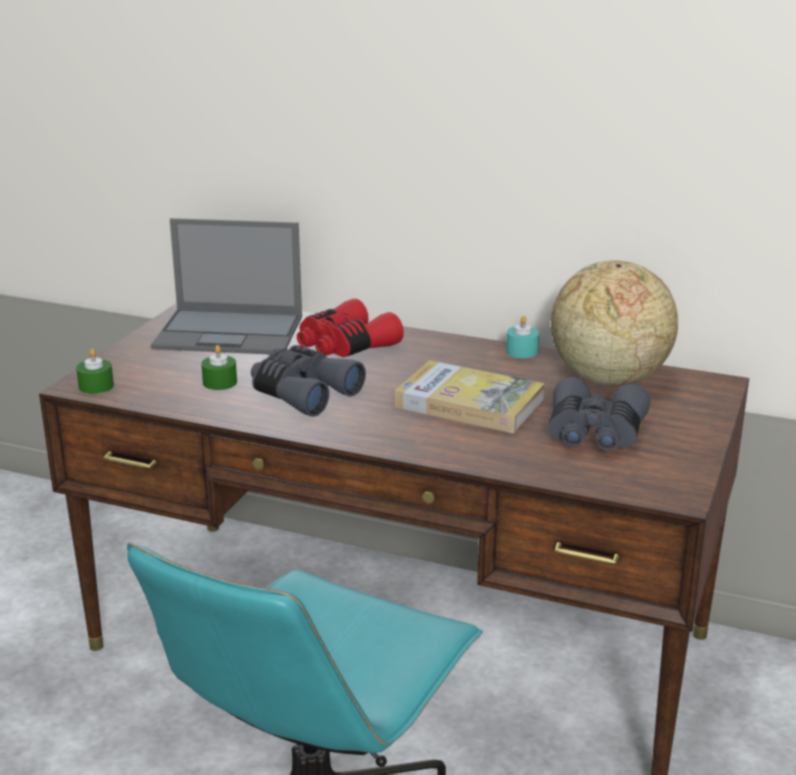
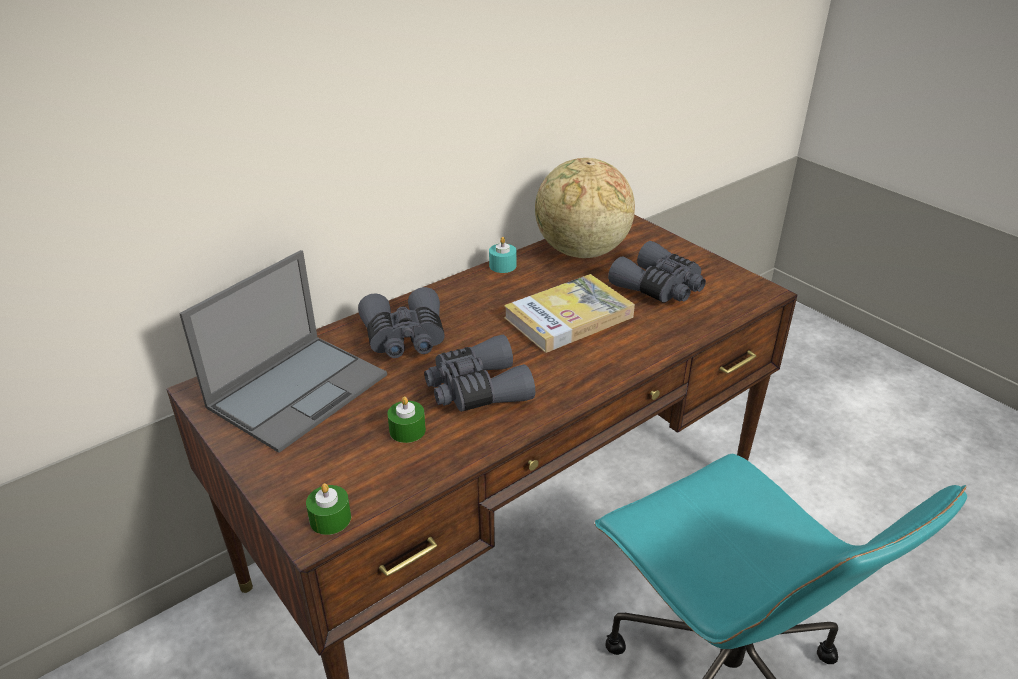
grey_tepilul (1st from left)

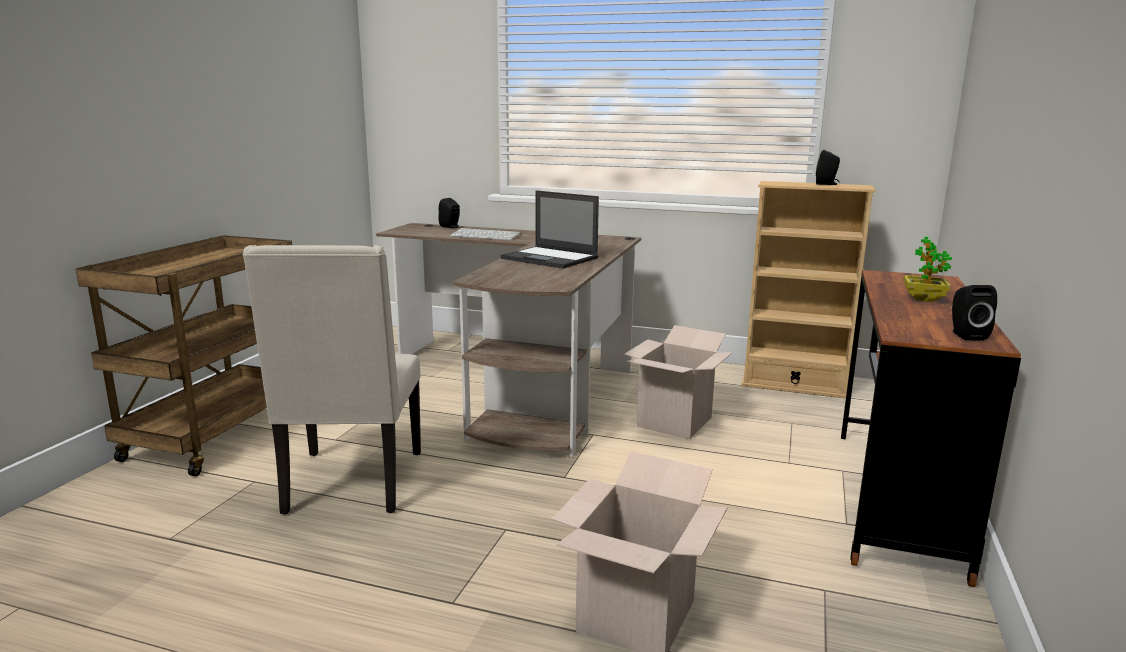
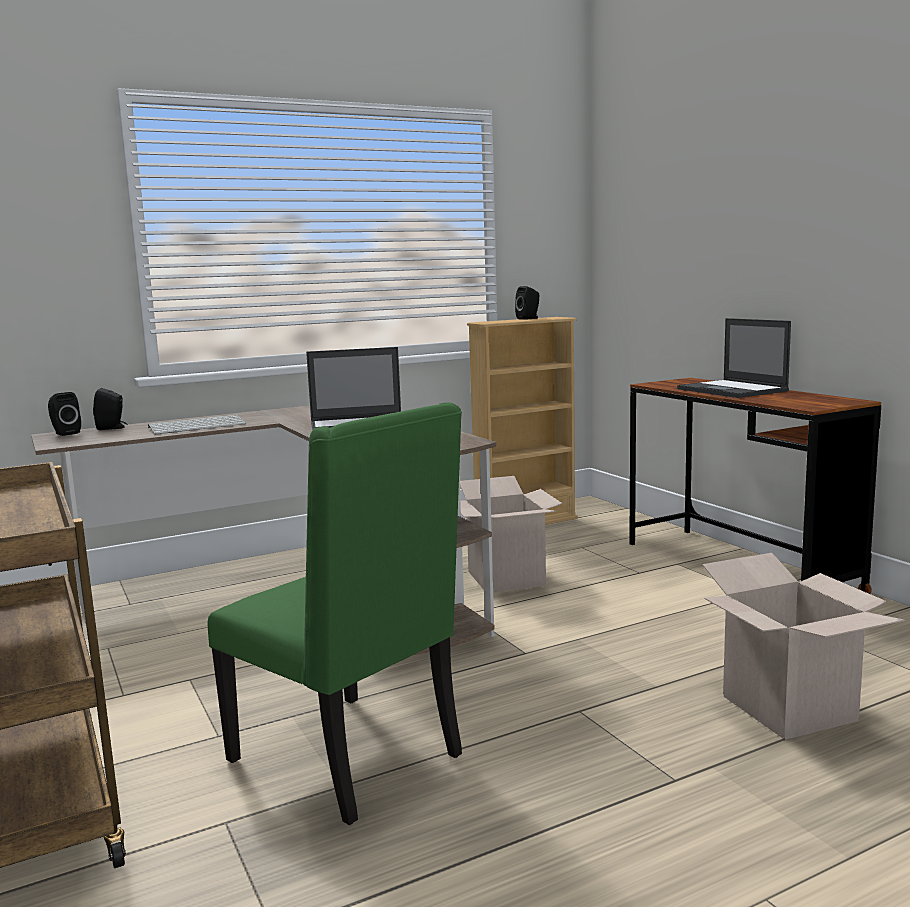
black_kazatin (1st from left); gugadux (2nd from left); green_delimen

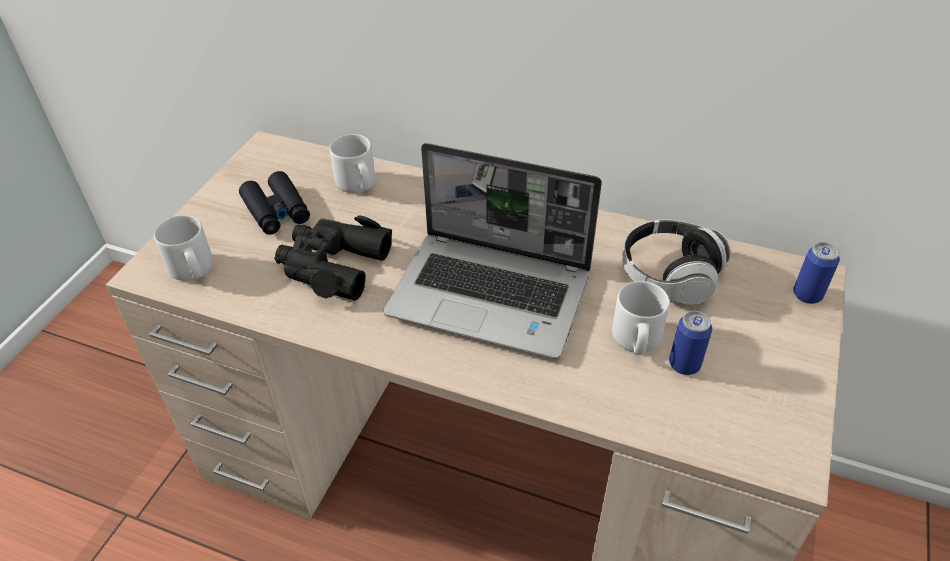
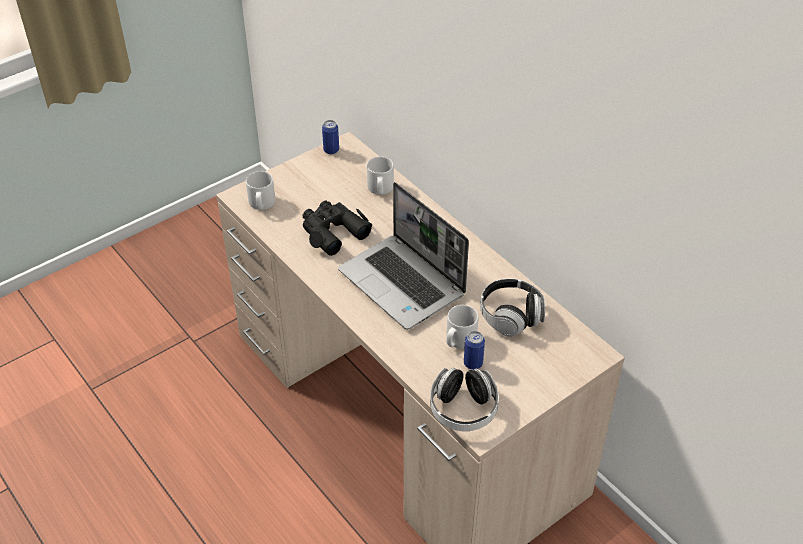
black_tepilul (1st from left in the first image); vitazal (1st from left); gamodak (1st from left)

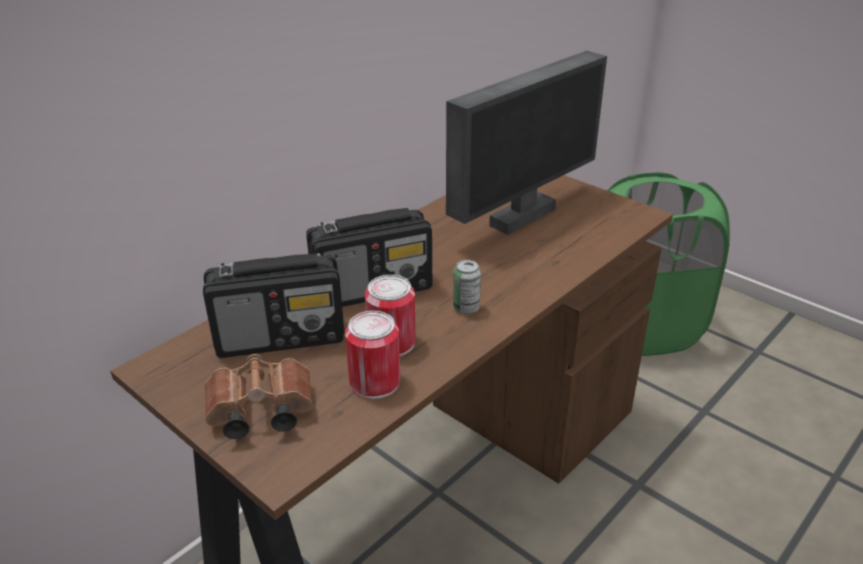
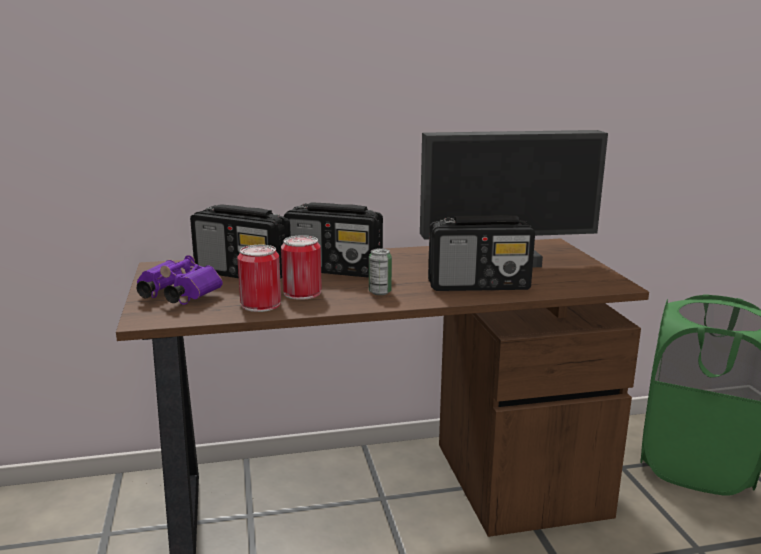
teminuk (3rd from left); purple_tepilul

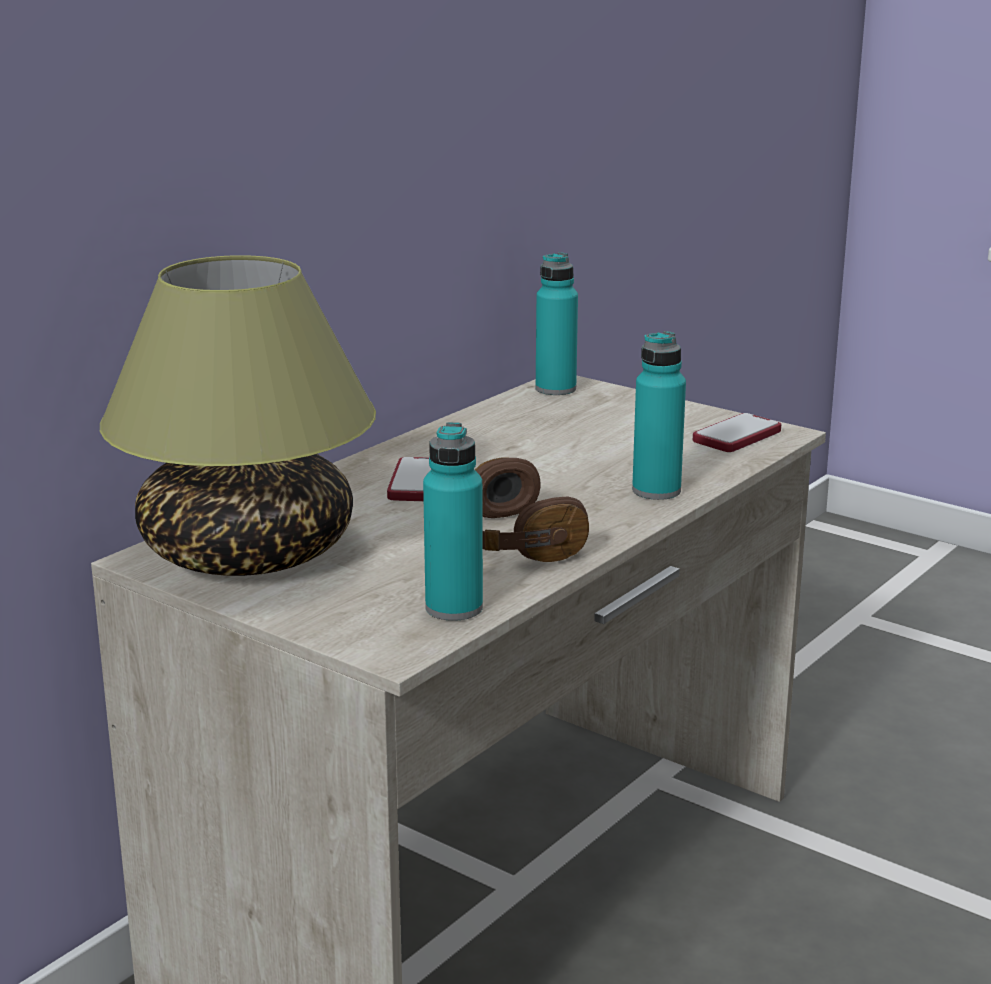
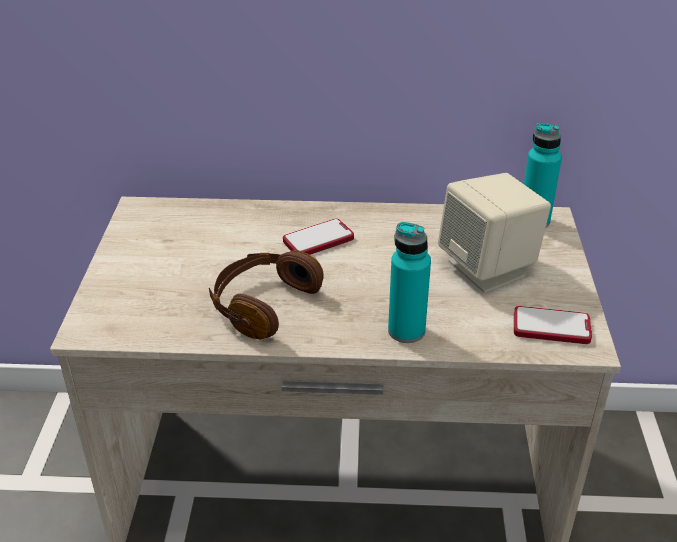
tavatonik; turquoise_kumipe (1st from left in the first image); beige_kazatin

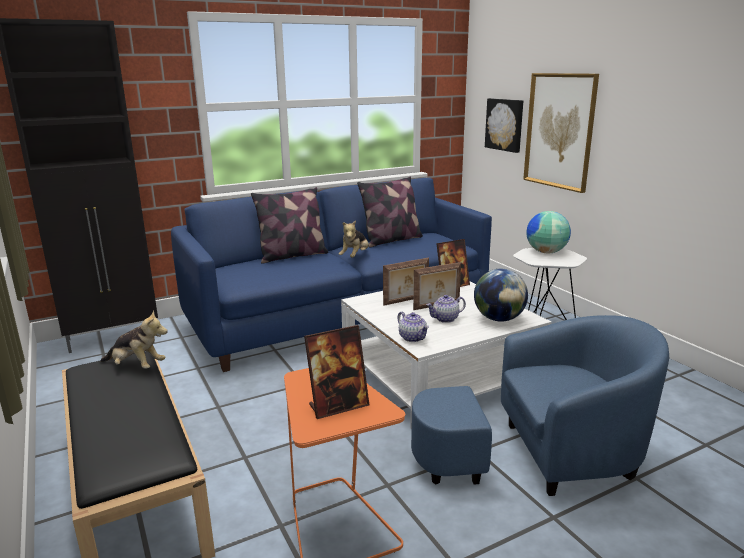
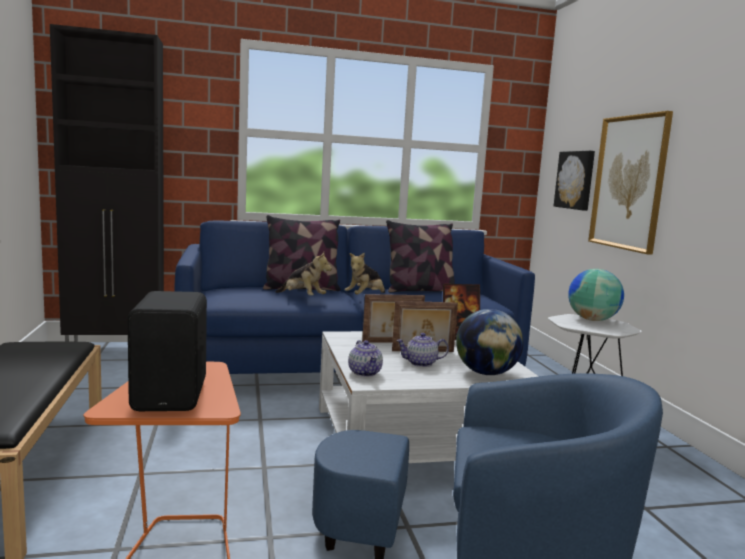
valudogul (1st from left); black_kazatin

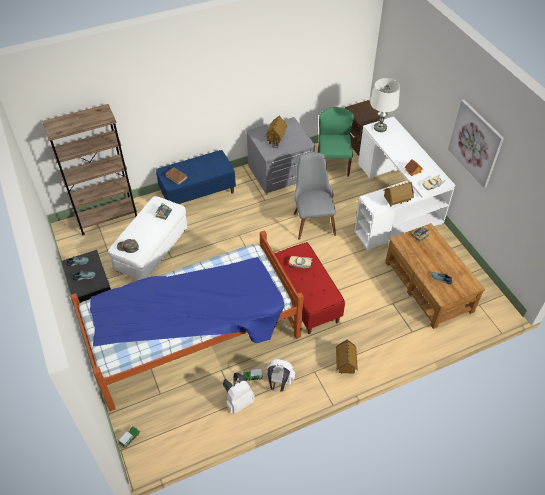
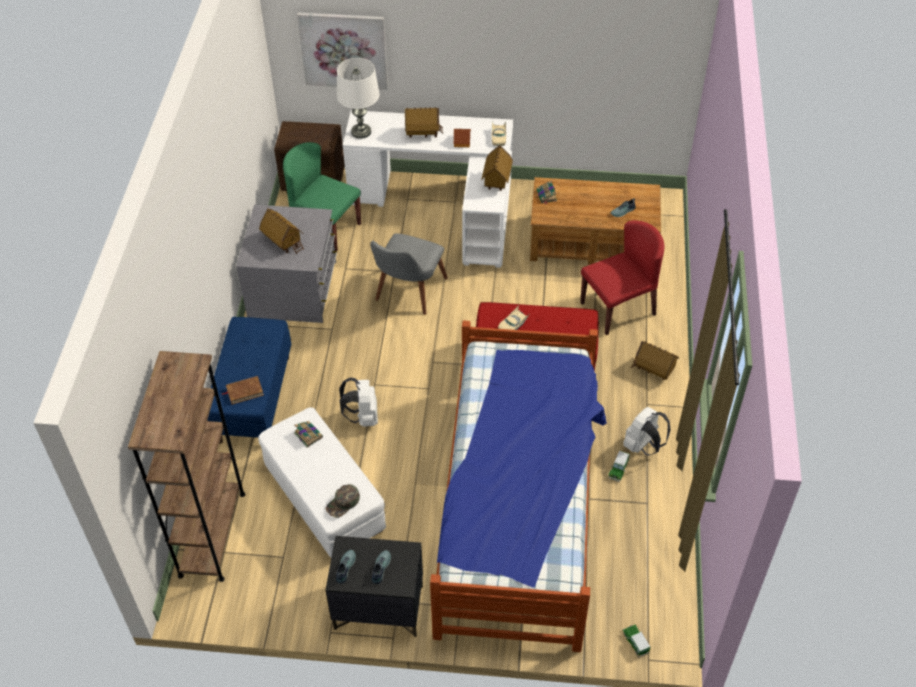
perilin (2nd from left); red_delimen; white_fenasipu (1st from left); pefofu; grey_delimen

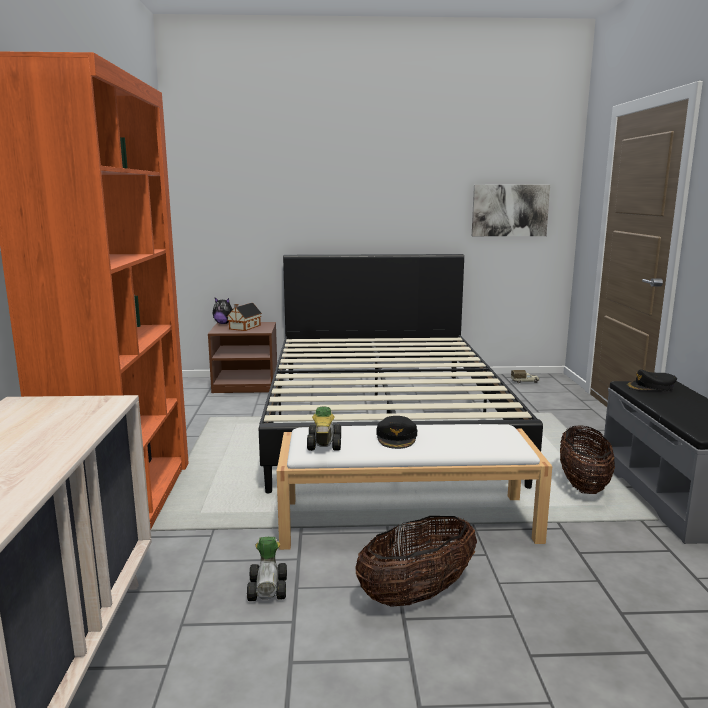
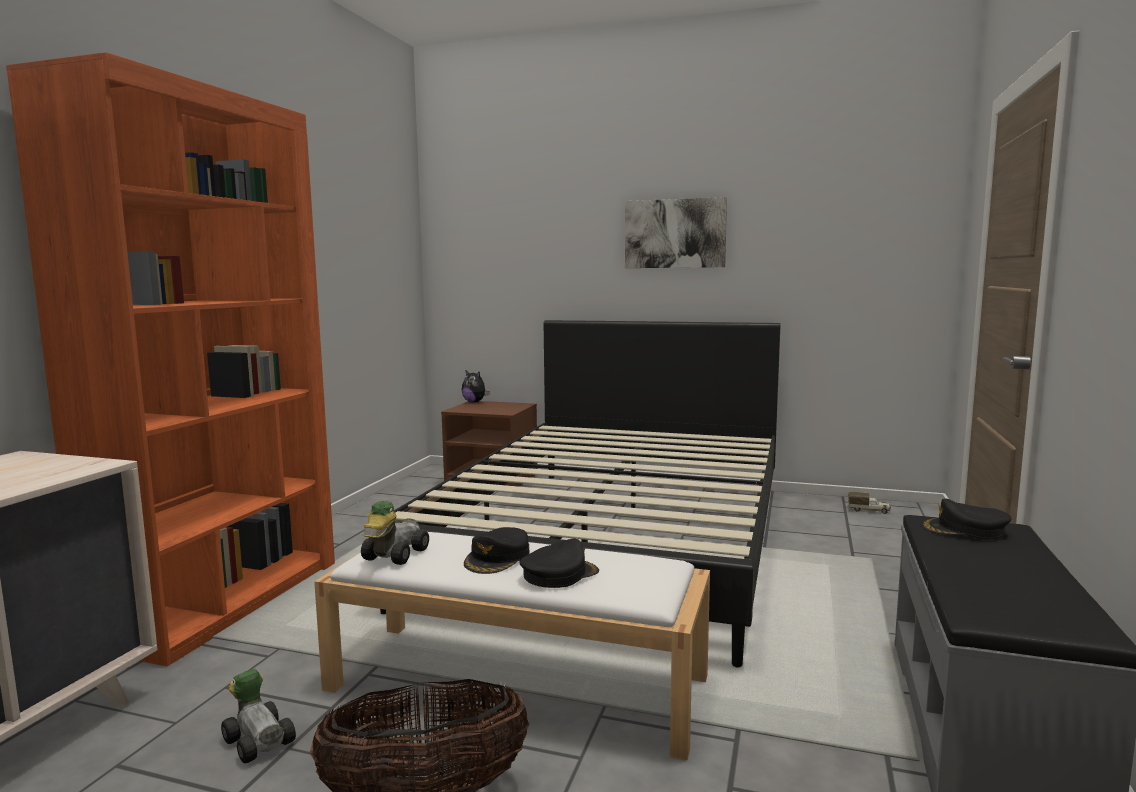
perilin; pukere (2nd from left in the first image); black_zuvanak (2nd from left); pefofu; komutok (1st from left)

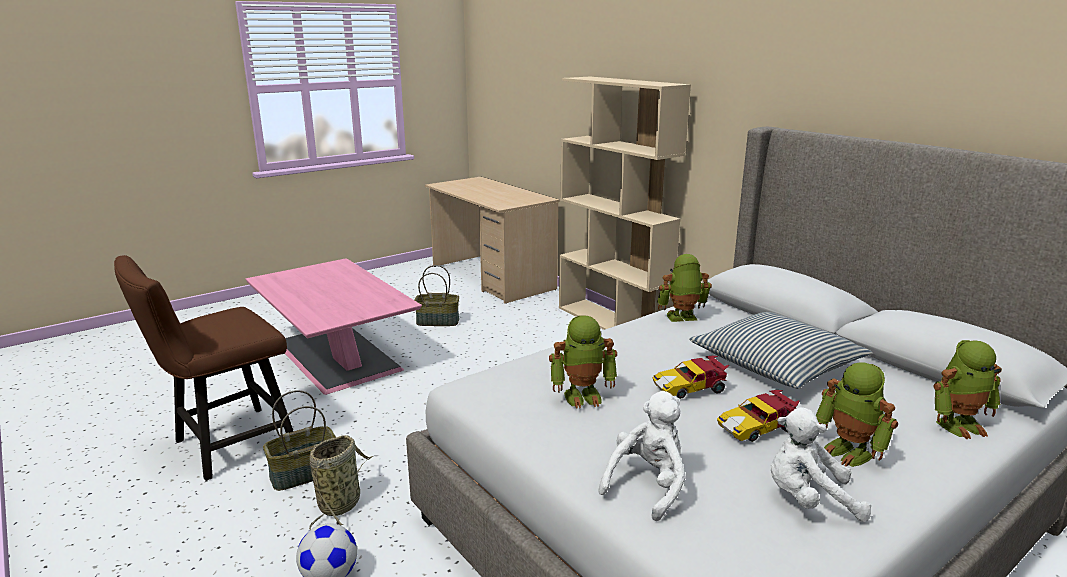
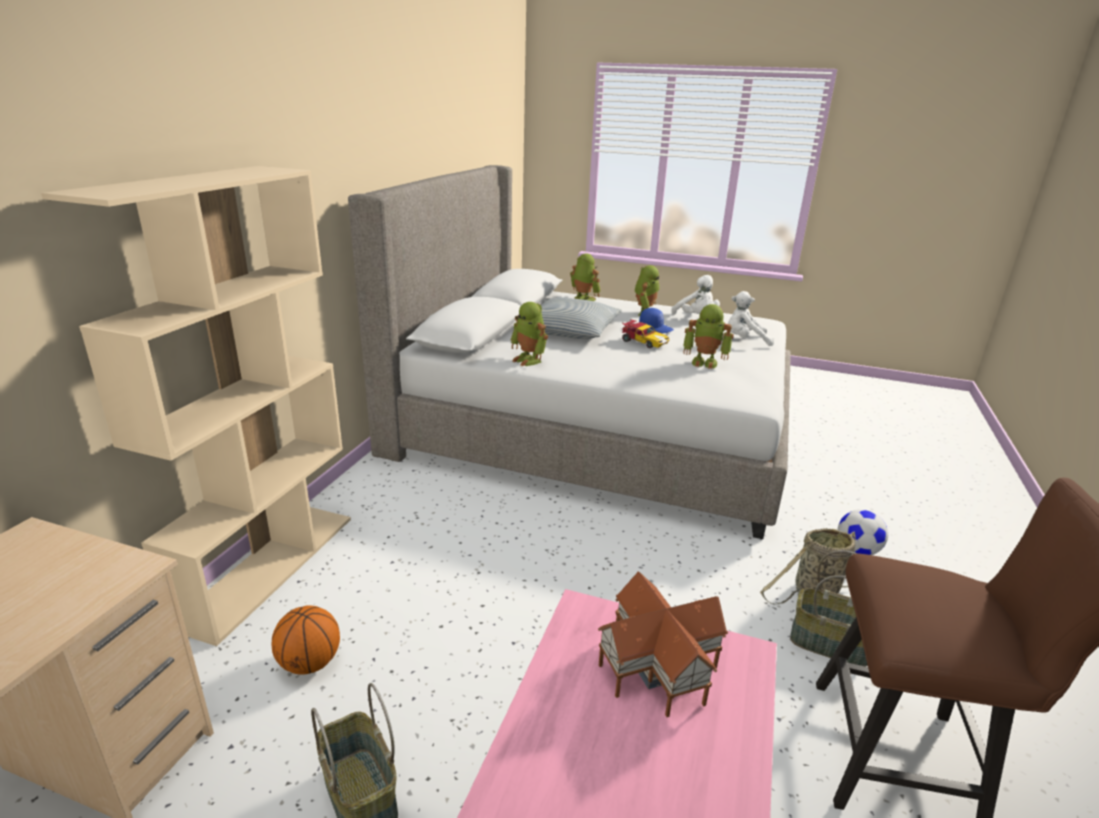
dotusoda; perilin; blue_zuvanak; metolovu (4th from left)

